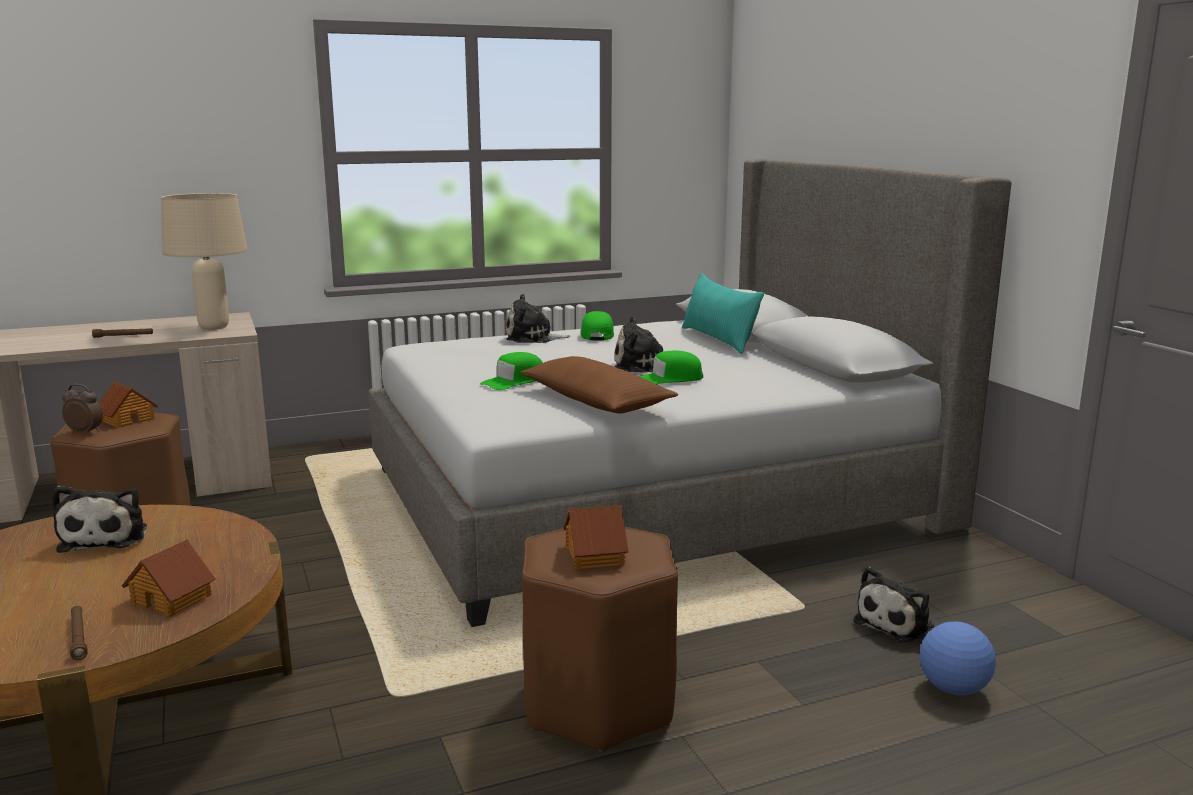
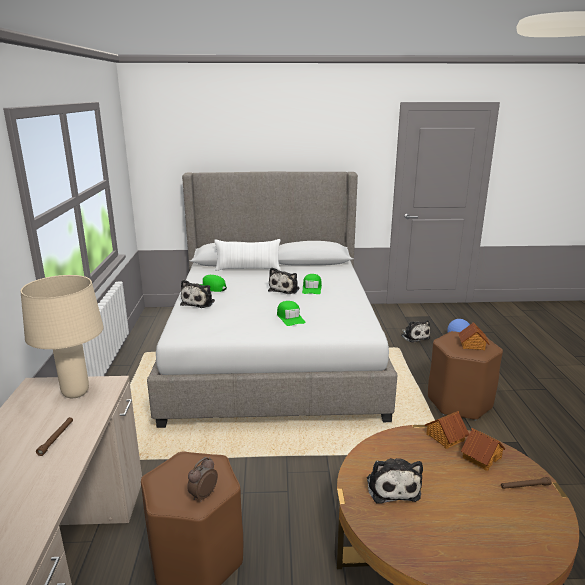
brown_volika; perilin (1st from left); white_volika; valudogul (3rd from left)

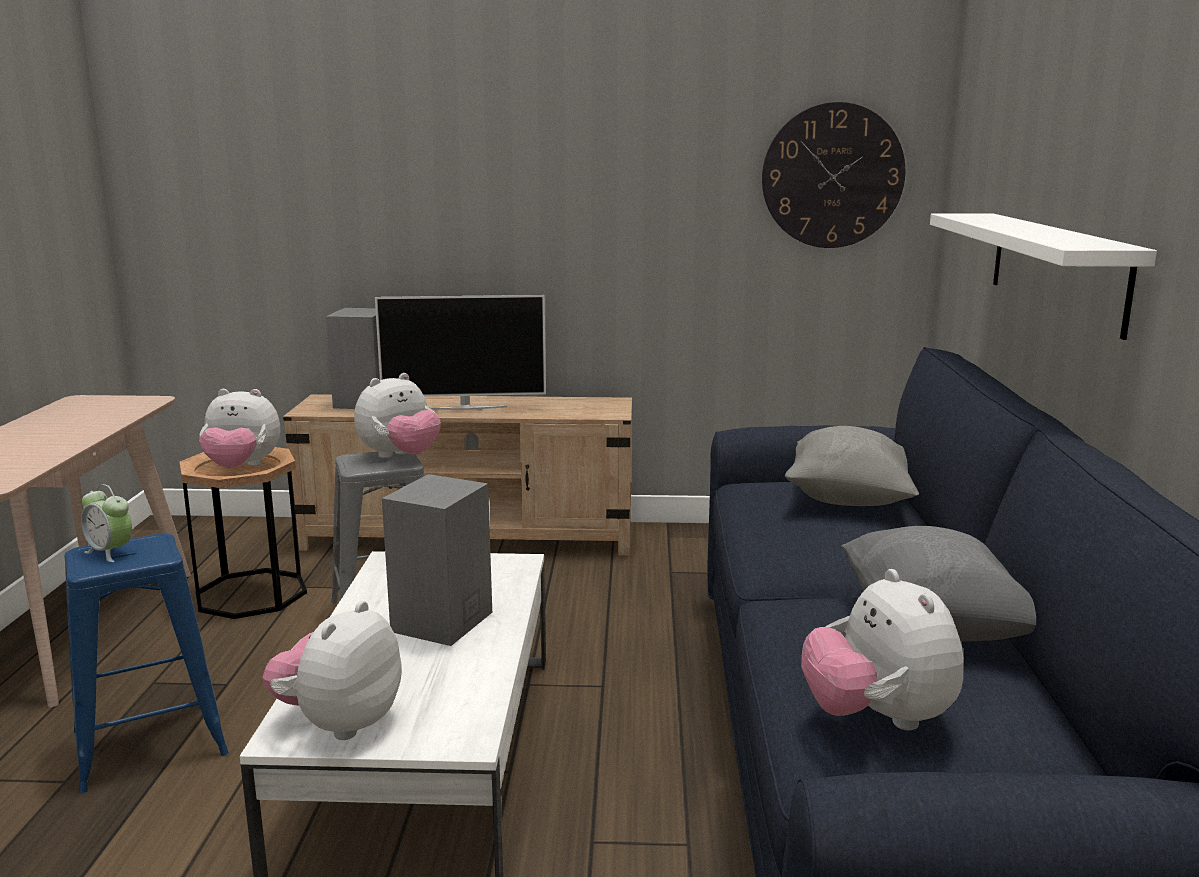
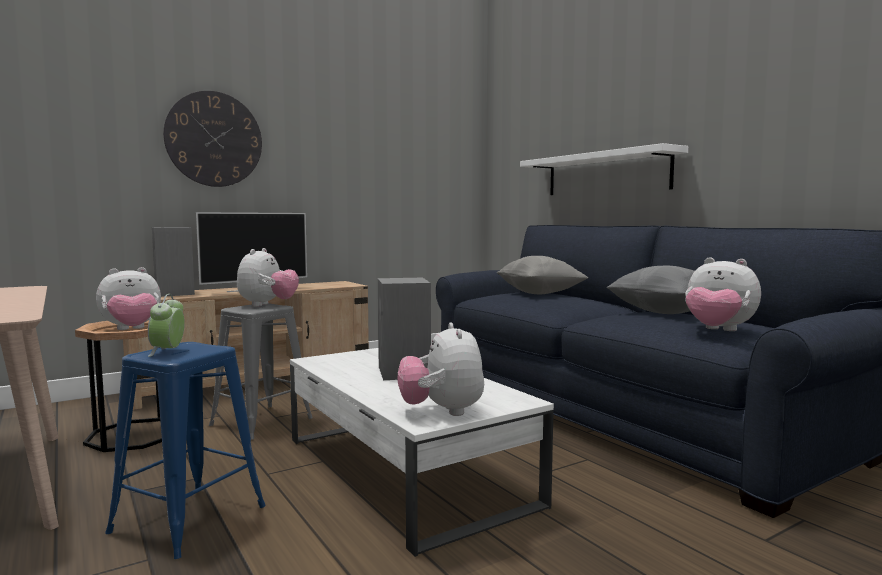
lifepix; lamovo

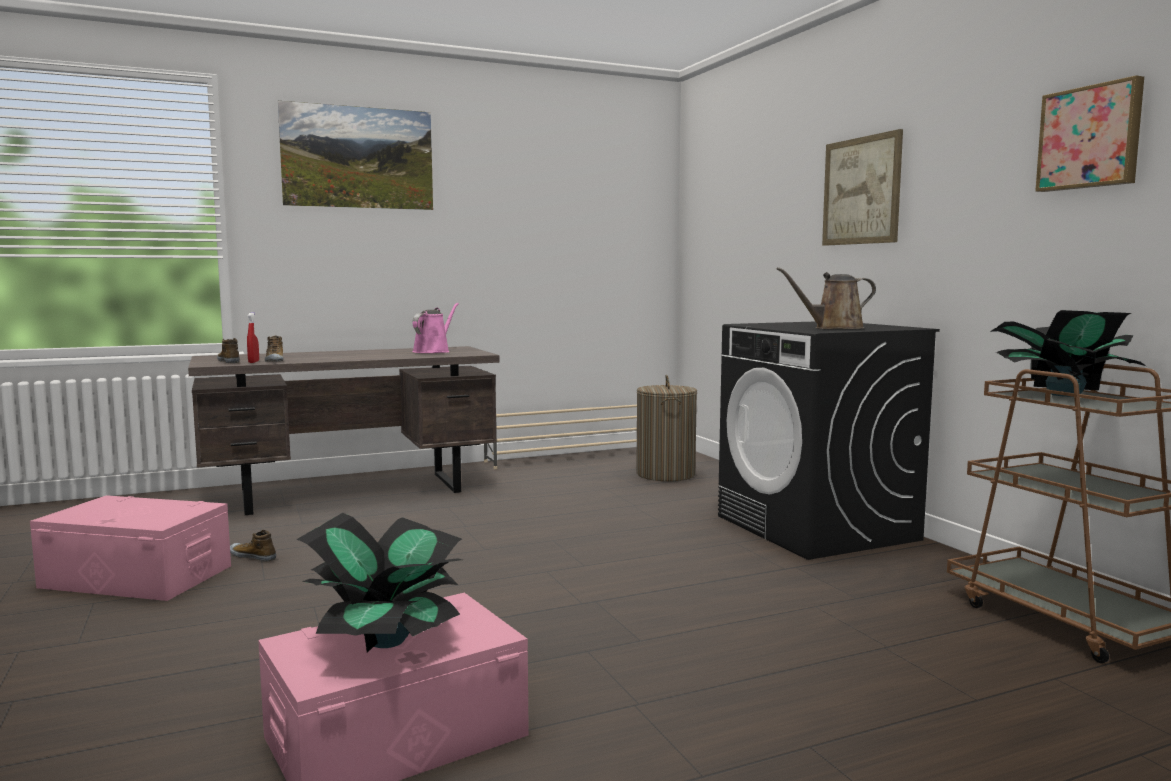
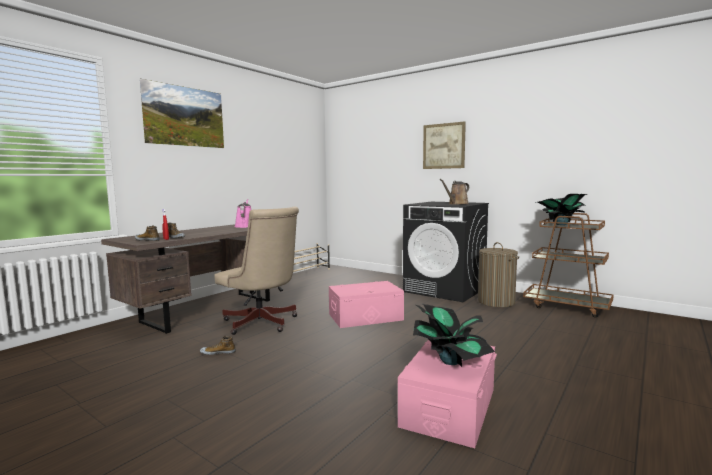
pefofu (3rd from left in the first image); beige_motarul; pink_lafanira (1st from left); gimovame

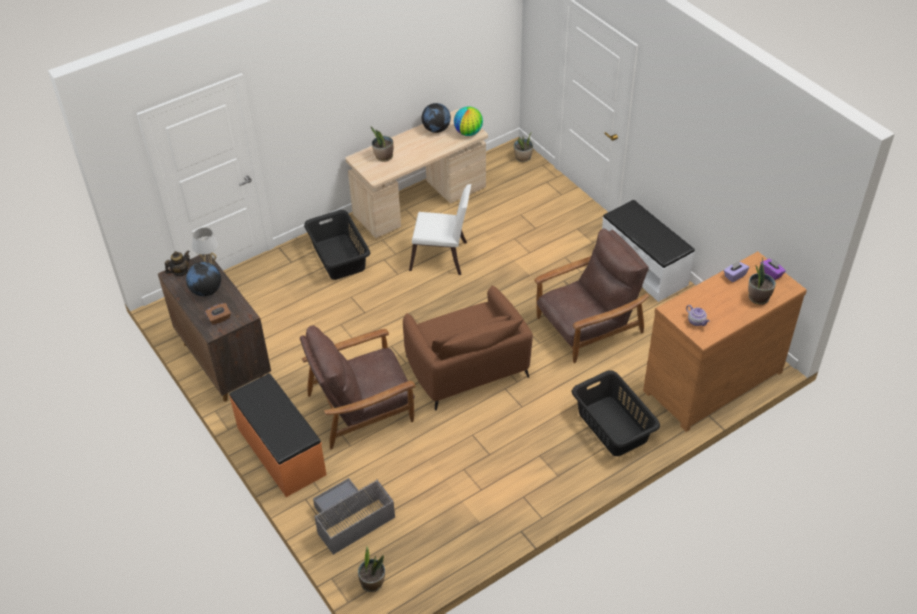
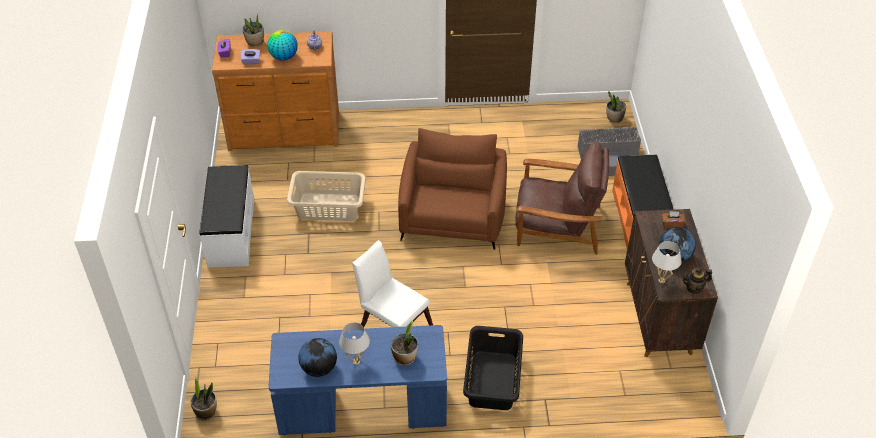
black_gimovame (2nd from left in the first image); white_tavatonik (1st from left); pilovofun (1st from left); beige_gimovame; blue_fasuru

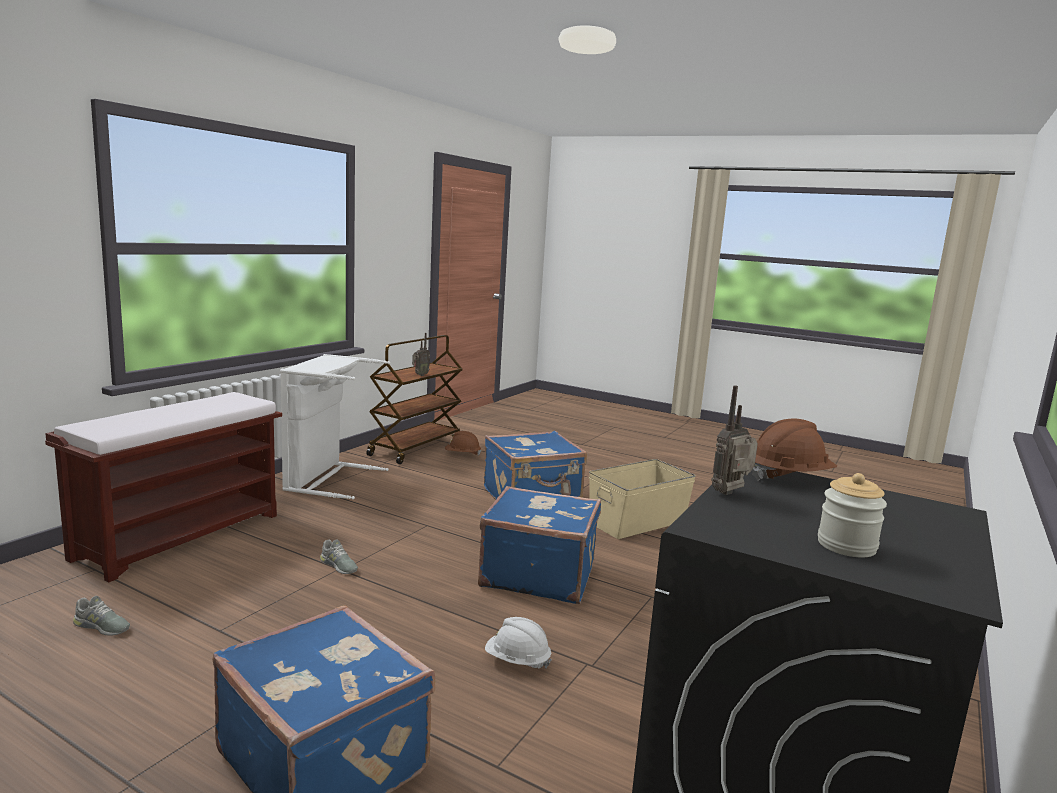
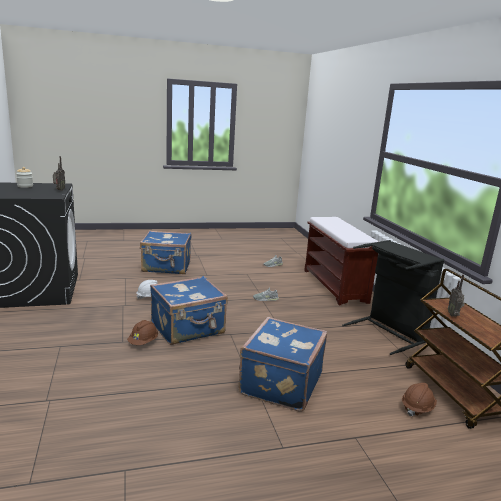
beige_lafanira; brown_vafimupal (1st from left); black_gimovame

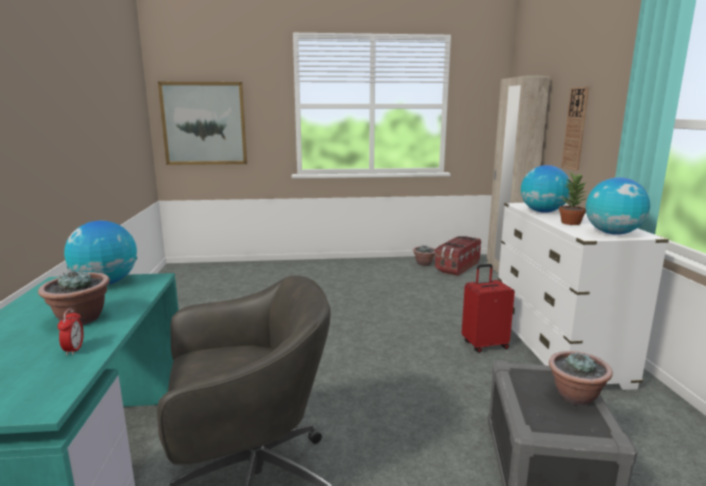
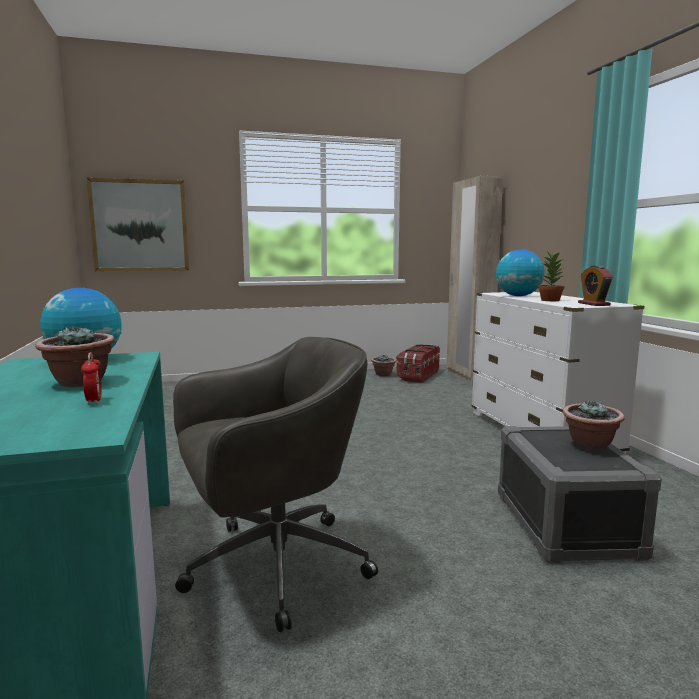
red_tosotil; lifepix; lamovo (2nd from left)

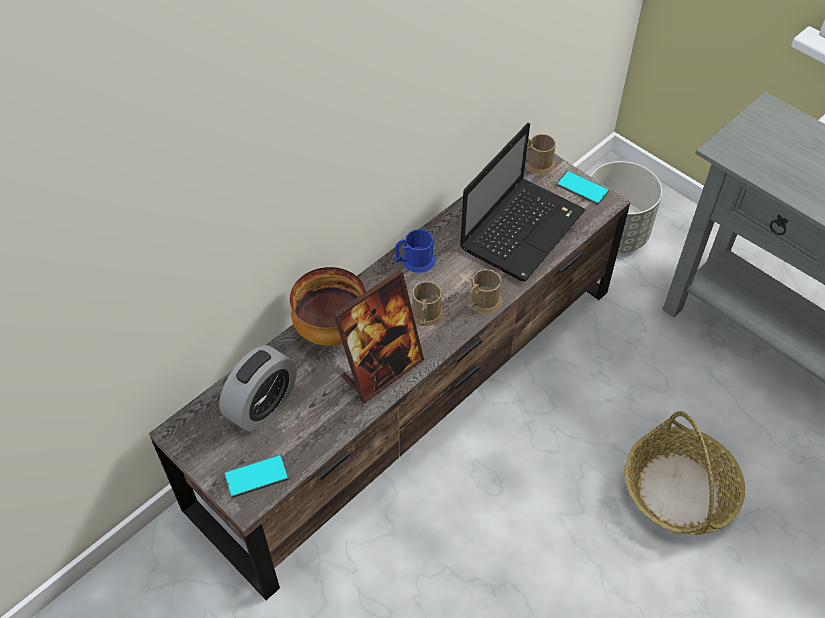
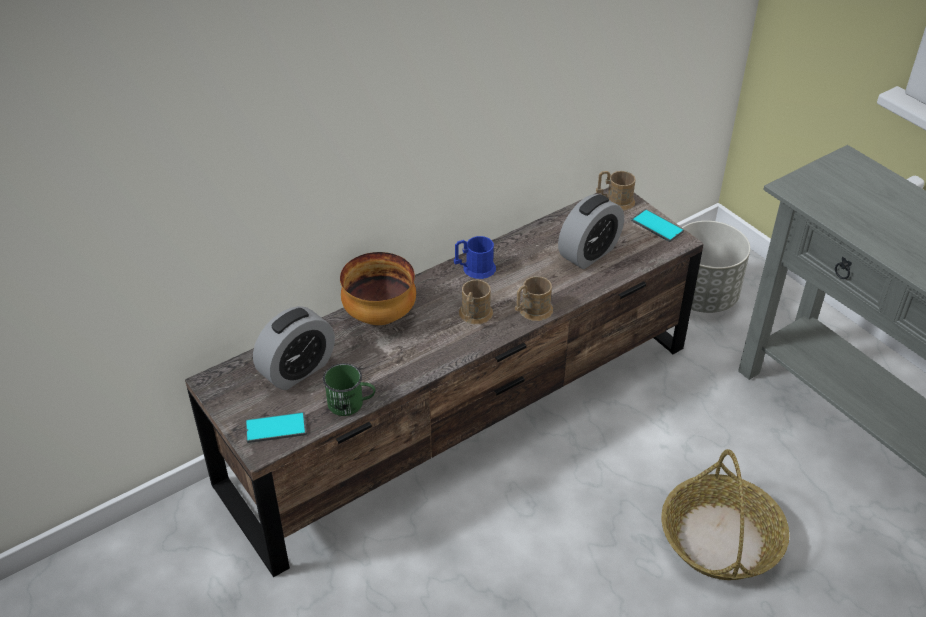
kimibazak; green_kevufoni; lamovo (2nd from left)

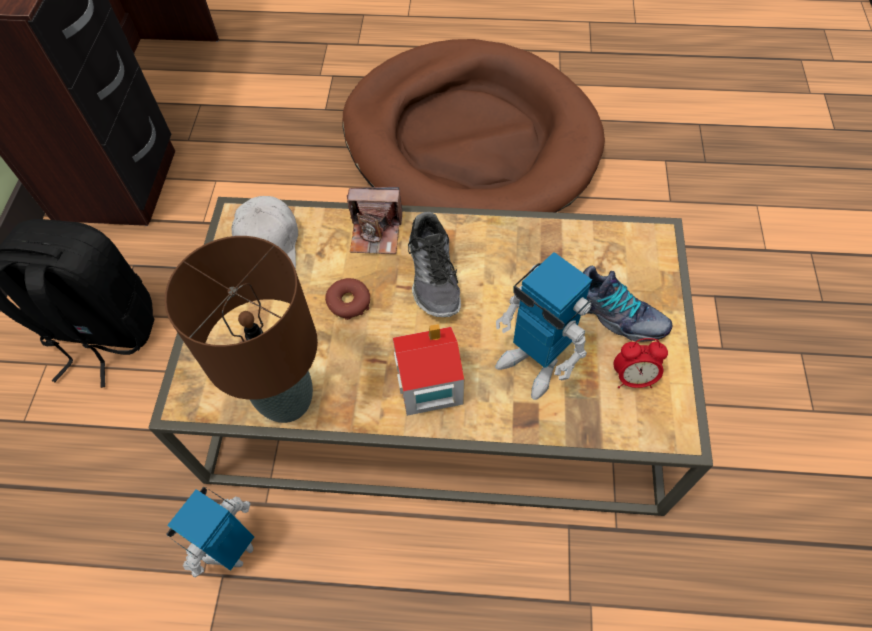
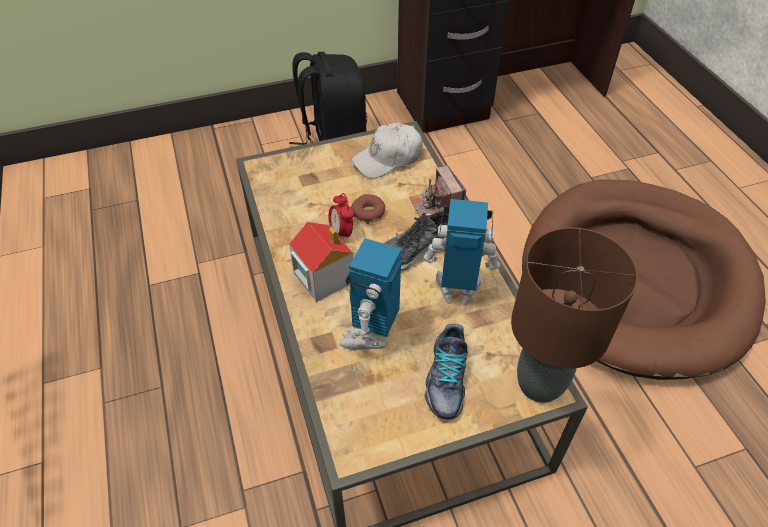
brown_tavatonik; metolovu (2nd from left); lamovo

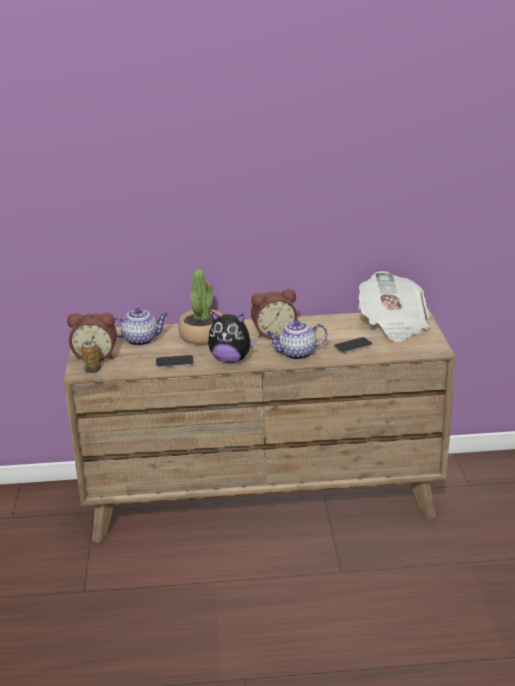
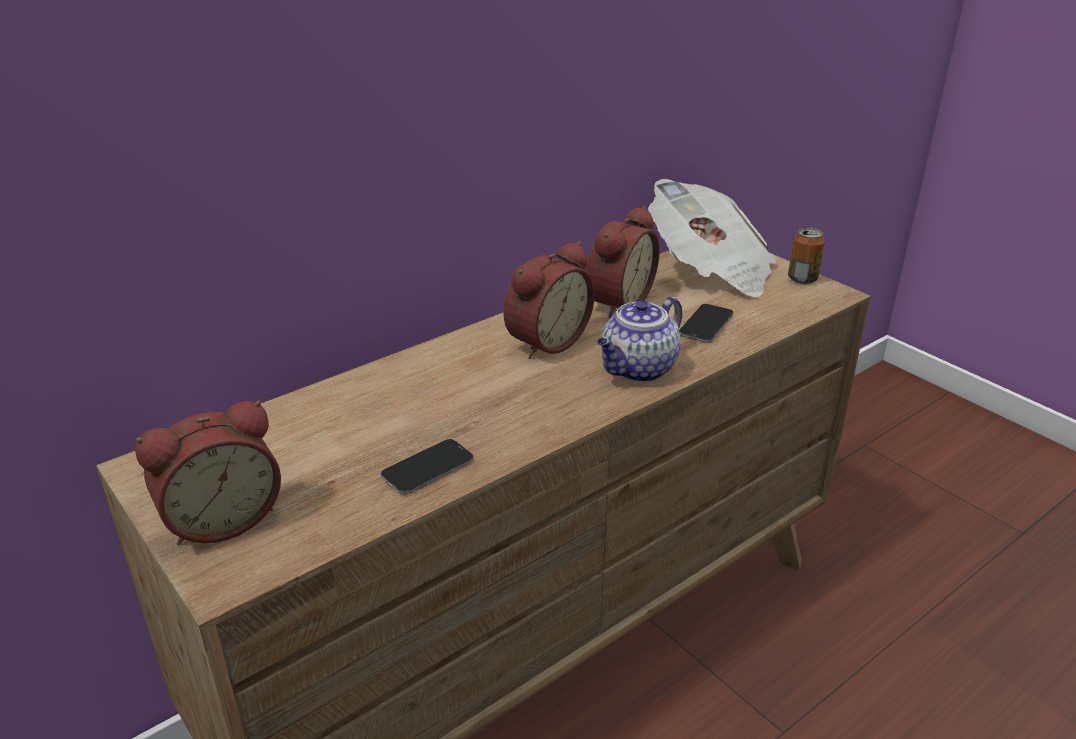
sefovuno (1st from left in the first image); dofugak; valudogul; lamovo (3rd from left); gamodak

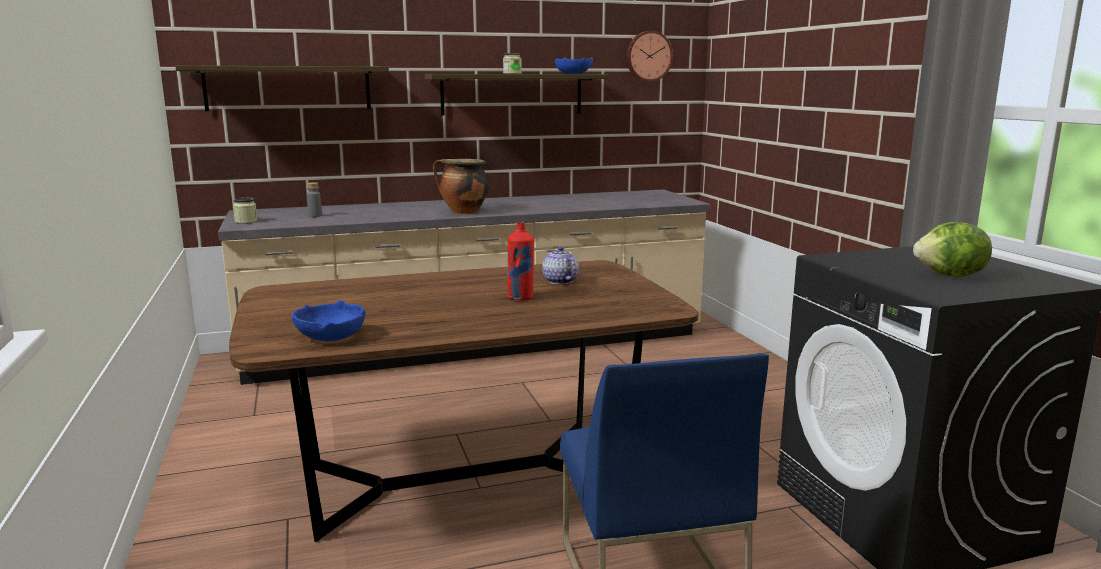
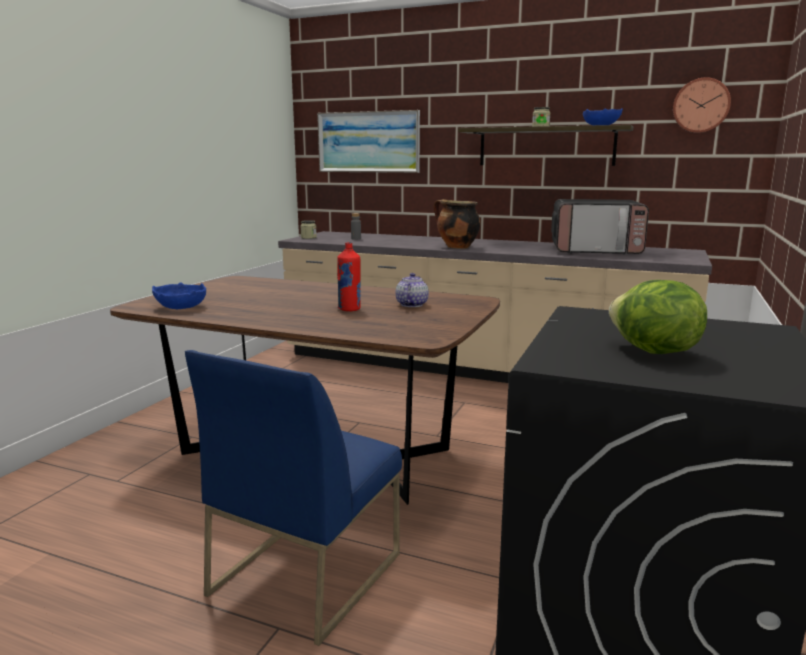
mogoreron; pefofu

